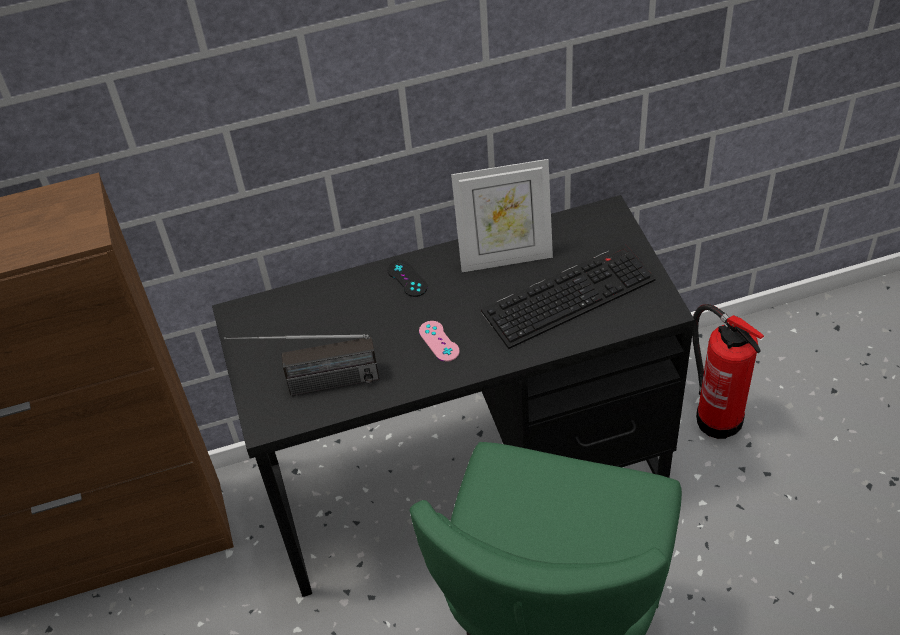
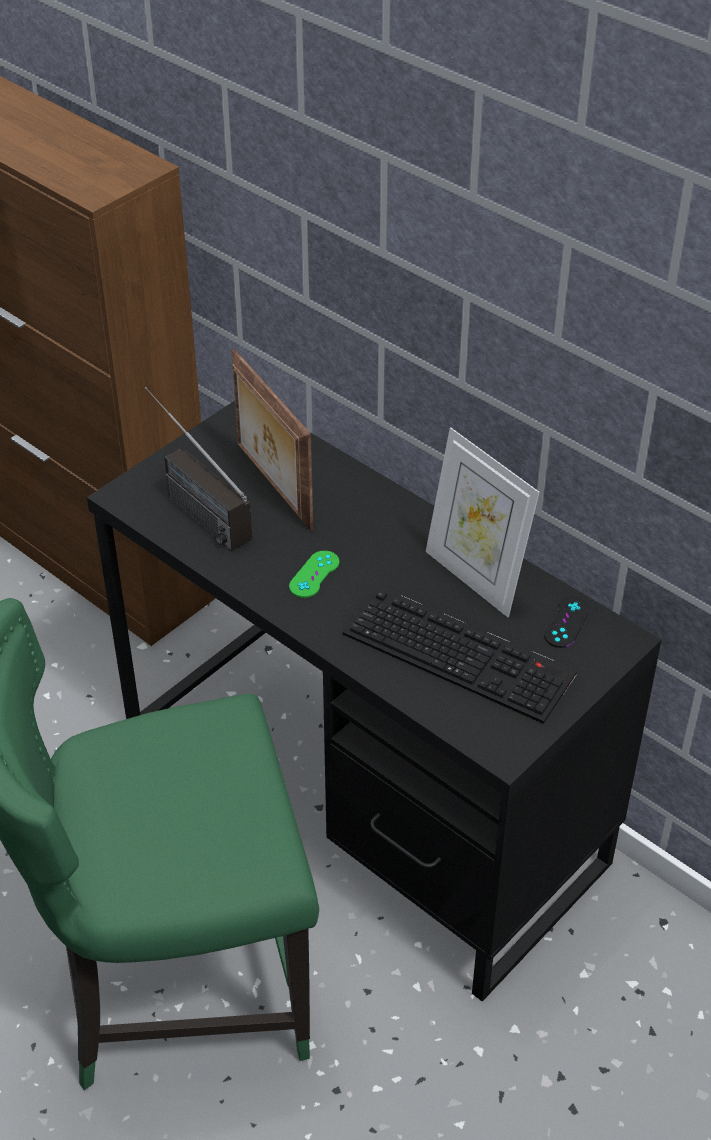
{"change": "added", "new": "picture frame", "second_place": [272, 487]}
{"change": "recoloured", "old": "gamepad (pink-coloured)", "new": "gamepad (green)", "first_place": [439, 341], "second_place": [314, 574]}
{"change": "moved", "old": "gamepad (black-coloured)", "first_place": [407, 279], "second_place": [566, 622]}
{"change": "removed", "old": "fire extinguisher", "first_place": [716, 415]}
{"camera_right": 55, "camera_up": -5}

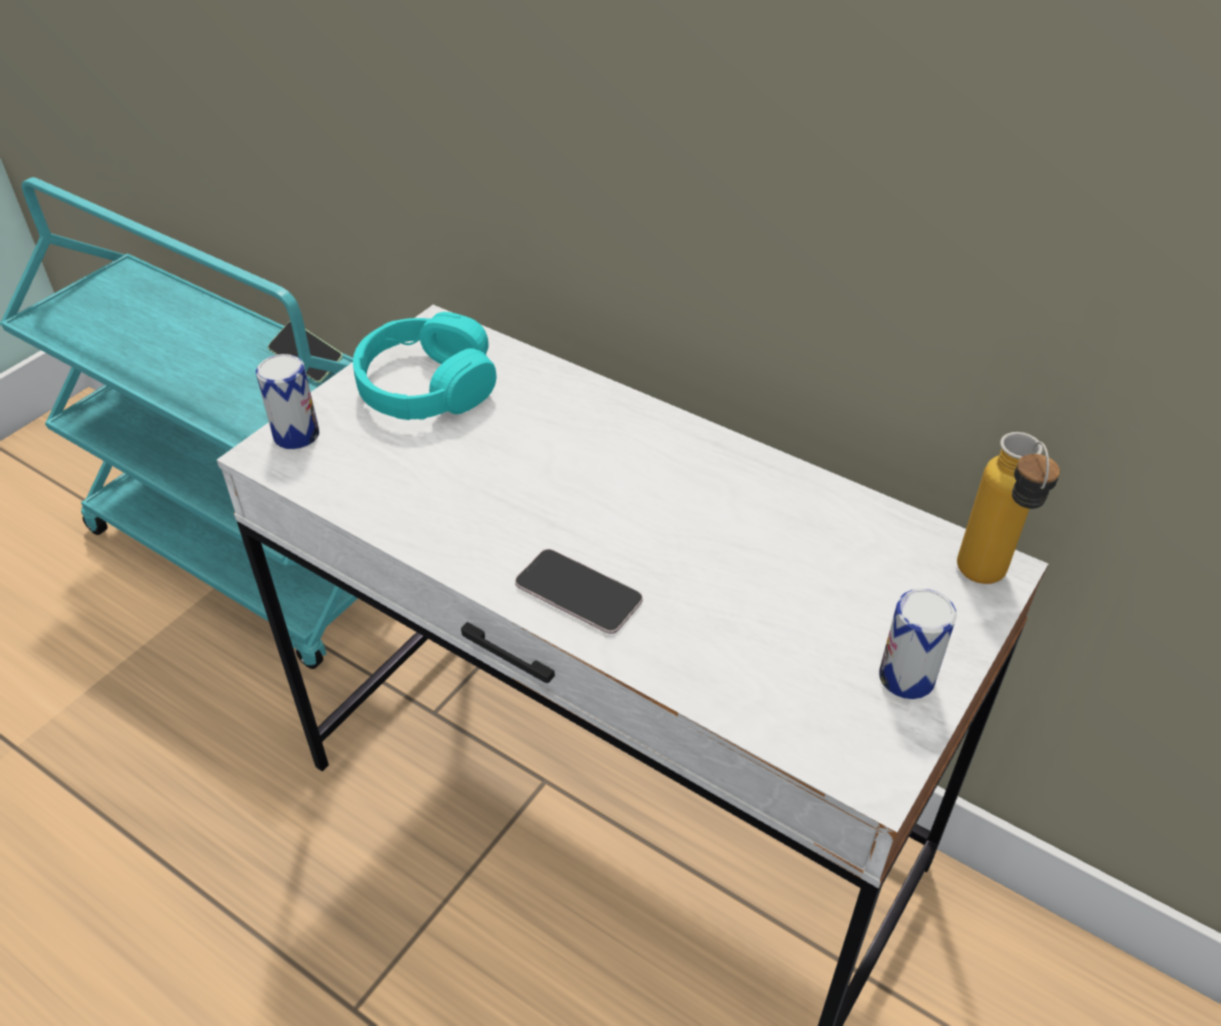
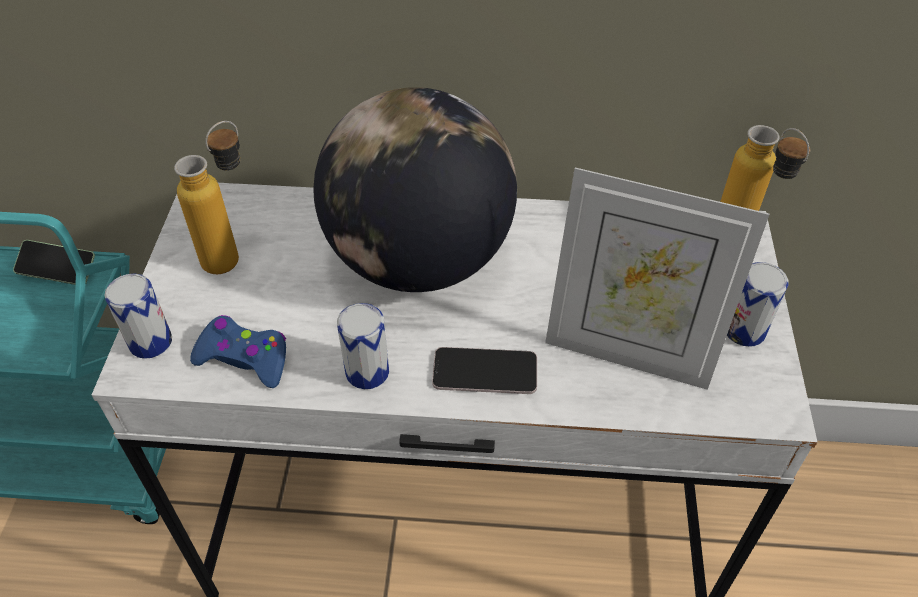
{"change": "replaced", "old": "pair of headphones (turquoise-coloured)", "new": "bottle", "first_place": [426, 387], "second_place": [234, 254]}
{"change": "added", "new": "gamepad (blue-coloured)", "second_place": [244, 358]}
{"change": "added", "new": "world globe", "second_place": [419, 259]}
{"change": "added", "new": "can", "second_place": [367, 371]}
{"change": "added", "new": "picture frame", "second_place": [628, 352]}
{"camera_right": -30, "camera_up": 5}

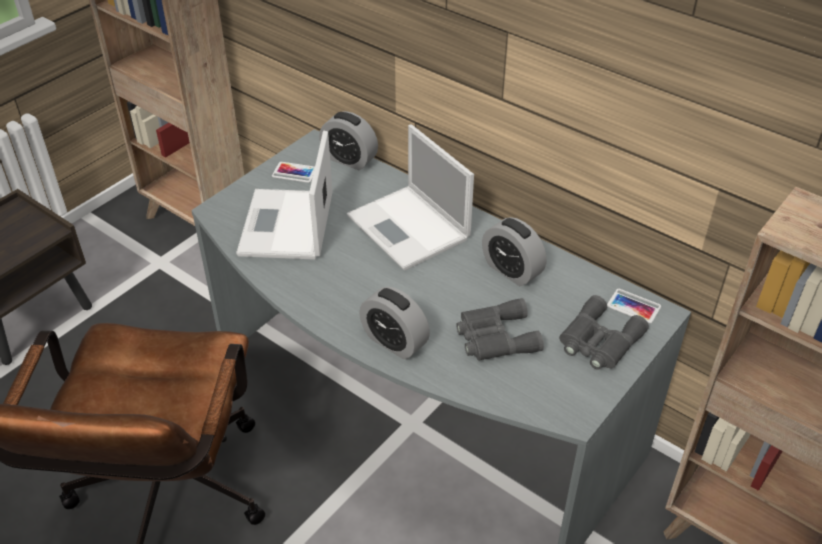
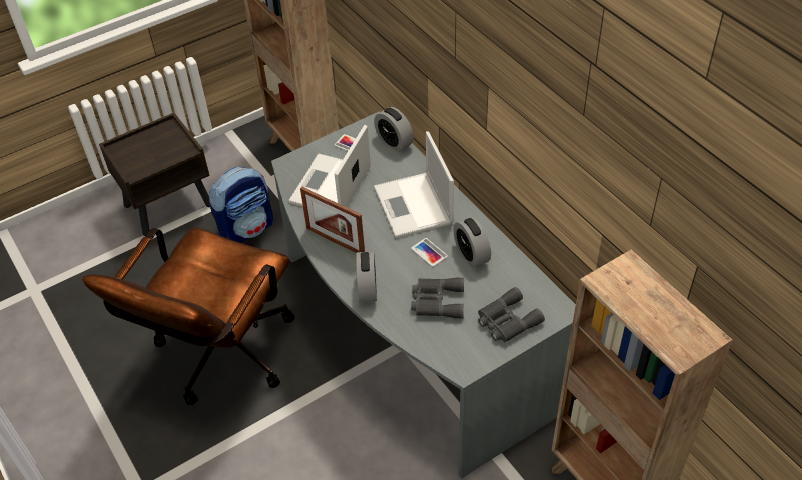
{"change": "added", "new": "knapsack", "second_place": [246, 229]}
{"change": "added", "new": "picture frame", "second_place": [335, 241]}
{"change": "turned", "old": "bedside clock", "first_place": [394, 342], "second_place": [367, 288], "degrees": -150}
{"change": "moved", "old": "telephone", "first_place": [633, 306], "second_place": [429, 252]}
{"camera_right": 20, "camera_up": 5}

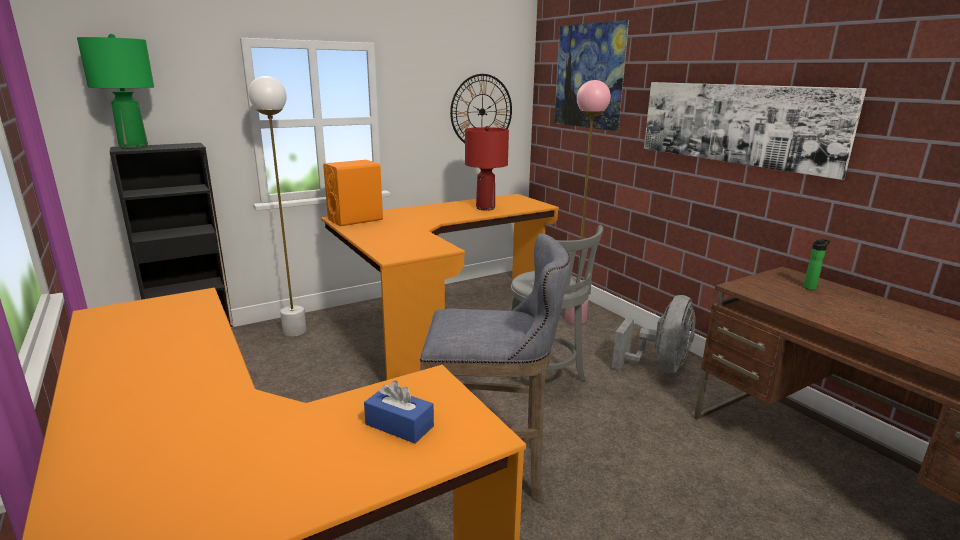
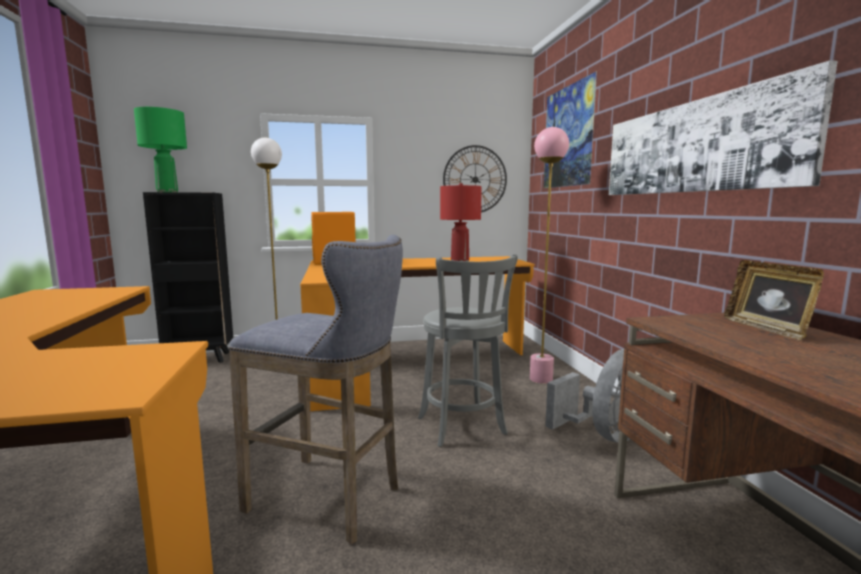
{"change": "replaced", "old": "bottle", "new": "picture frame", "first_place": [811, 287], "second_place": [767, 329]}
{"change": "removed", "old": "box of tissues (blue-coloured)", "first_place": [399, 425]}
{"camera_right": 20, "camera_up": -10}

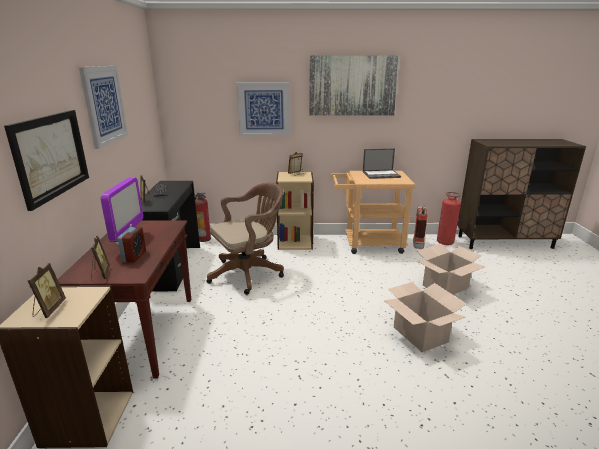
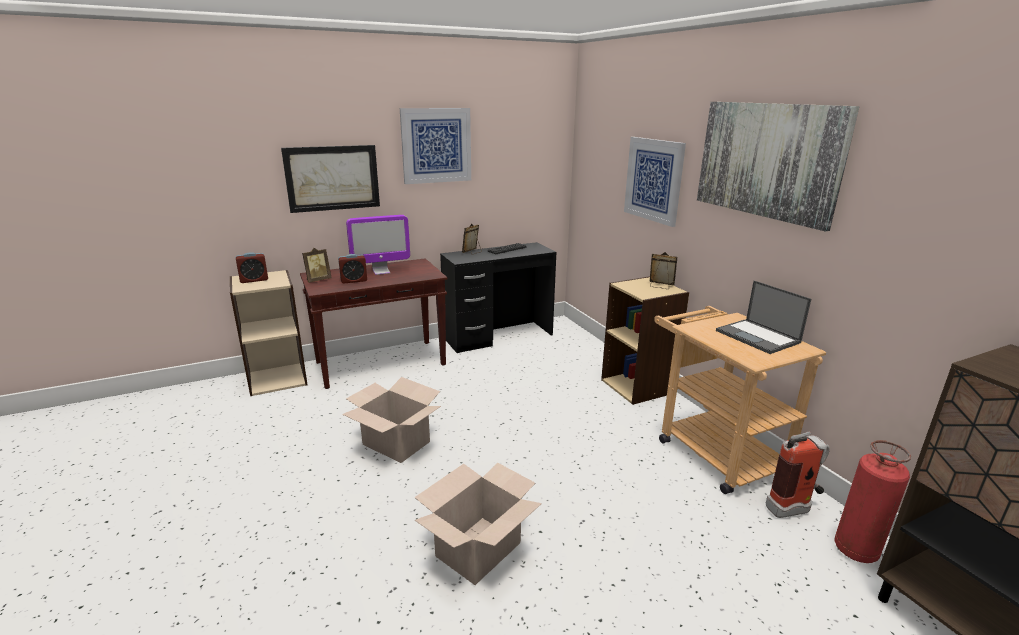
{"change": "replaced", "old": "picture frame", "new": "bedside clock", "first_place": [49, 309], "second_place": [254, 280]}
{"change": "moved", "old": "carton", "first_place": [445, 286], "second_place": [397, 443]}
{"change": "removed", "old": "fire extinguisher", "first_place": [204, 239]}
{"change": "removed", "old": "desk chair (brown-coloured)", "first_place": [249, 273]}
{"camera_right": 65, "camera_up": 0}

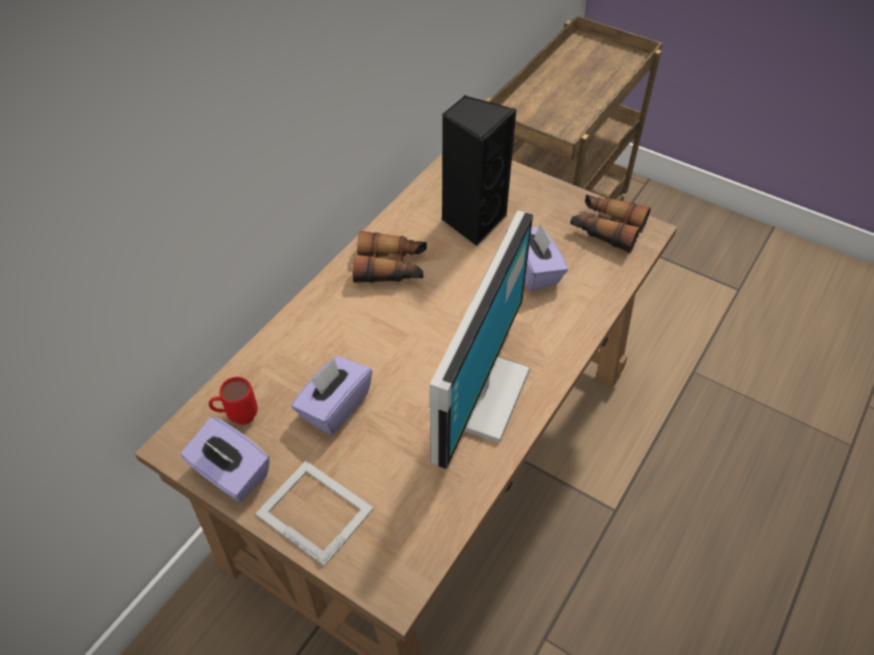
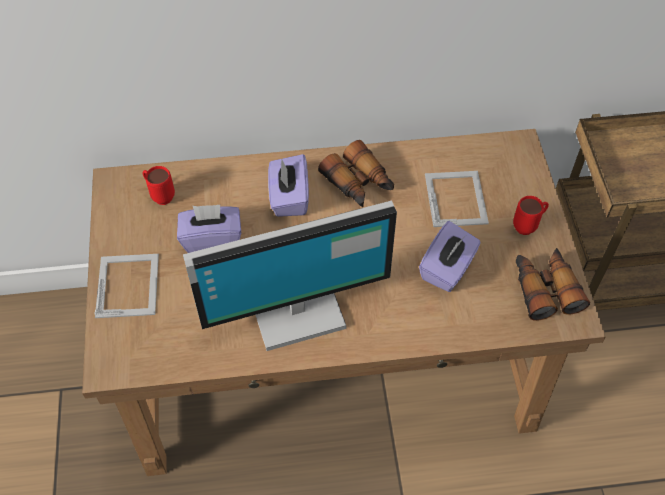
{"change": "moved", "old": "box of tissues (purple)", "first_place": [231, 474], "second_place": [289, 198]}
{"change": "replaced", "old": "speaker (black-coloured)", "new": "picture frame", "first_place": [472, 220], "second_place": [456, 198]}
{"change": "added", "new": "coffee mug (reddish)", "second_place": [528, 226]}
{"camera_right": 50, "camera_up": 5}

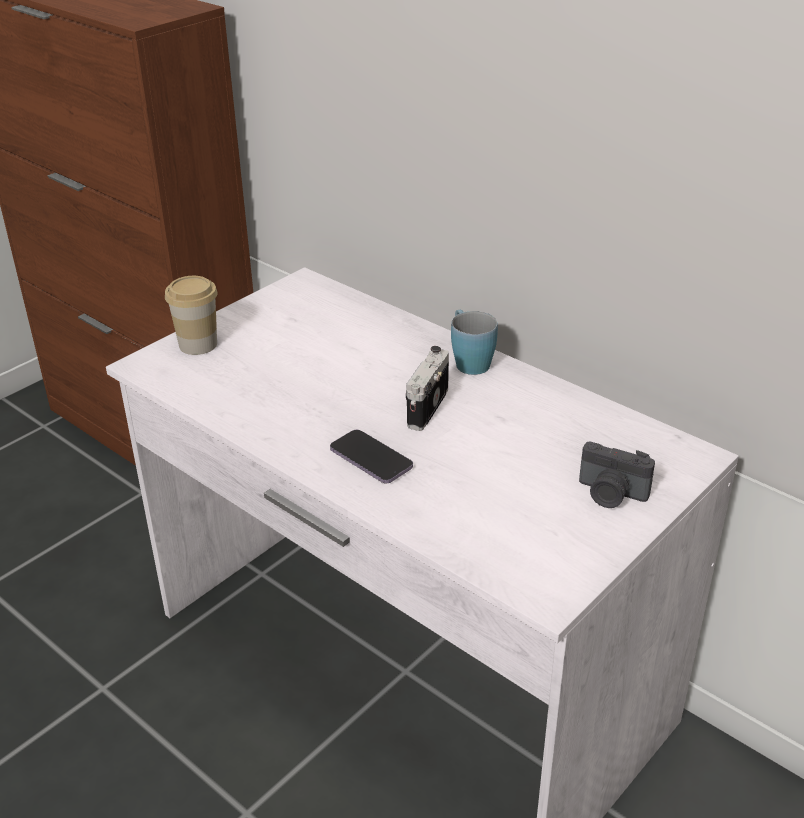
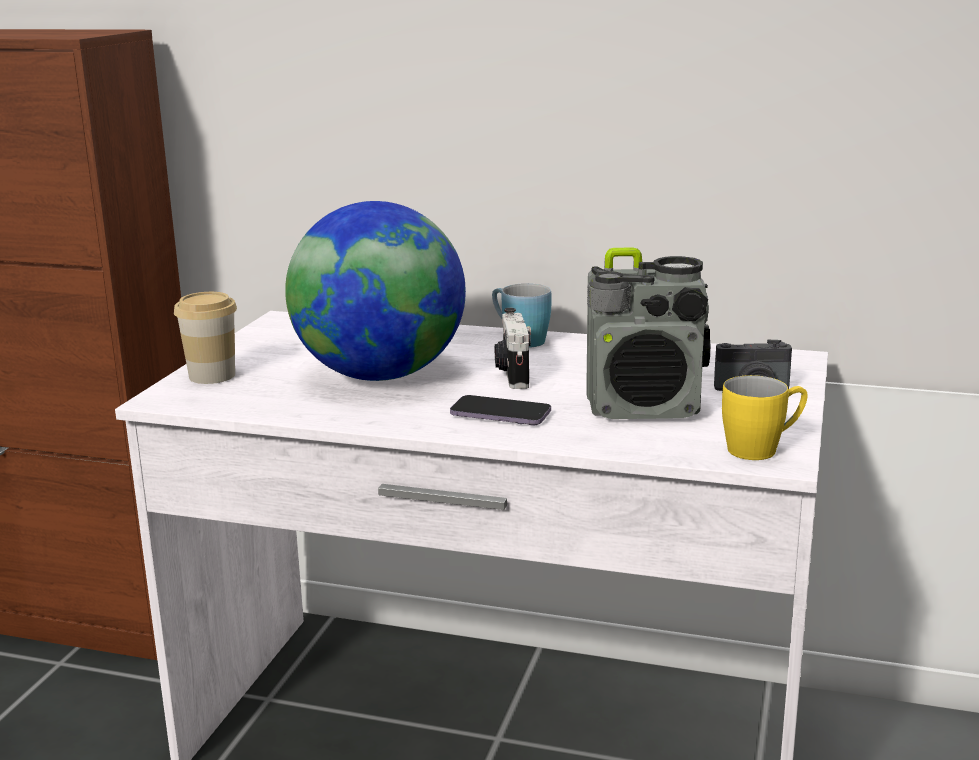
{"change": "added", "new": "world globe", "second_place": [380, 375]}
{"change": "added", "new": "radio set", "second_place": [645, 408]}
{"change": "added", "new": "coffee mug (yellow)", "second_place": [762, 448]}
{"camera_right": -25, "camera_up": -15}

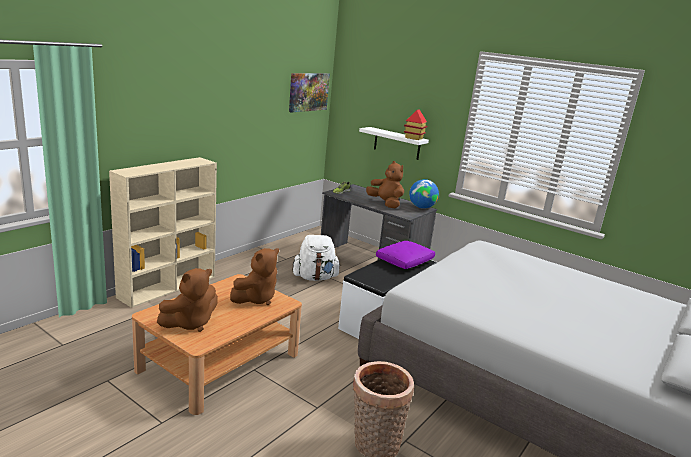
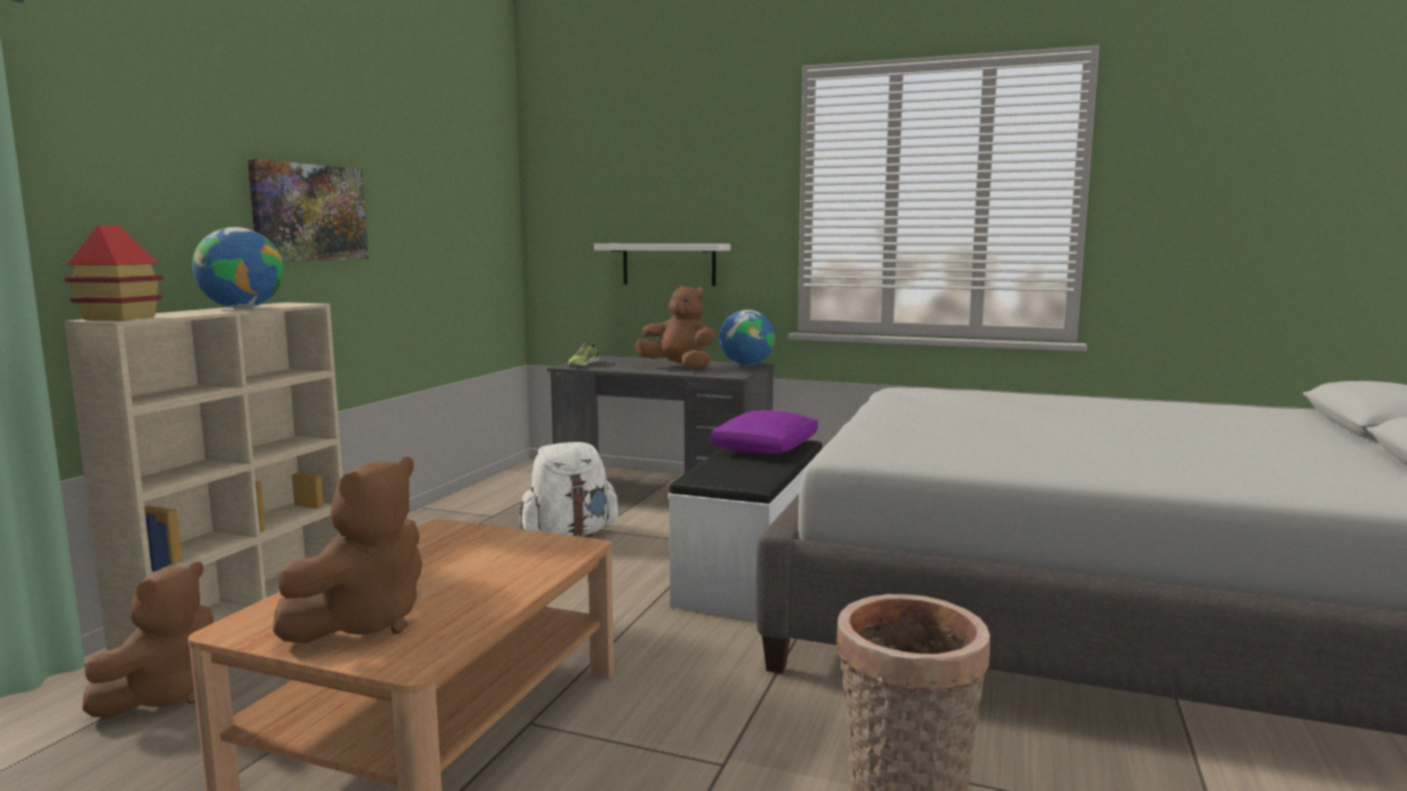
{"change": "moved", "old": "model house", "first_place": [413, 138], "second_place": [119, 318]}
{"change": "moved", "old": "cuddly toy (brown-coloured)", "first_place": [256, 299], "second_place": [164, 695]}
{"change": "added", "new": "world globe", "second_place": [242, 308]}
{"change": "moved", "old": "wall picture", "first_place": [308, 92], "second_place": [309, 212]}
{"camera_right": -15, "camera_up": -10}

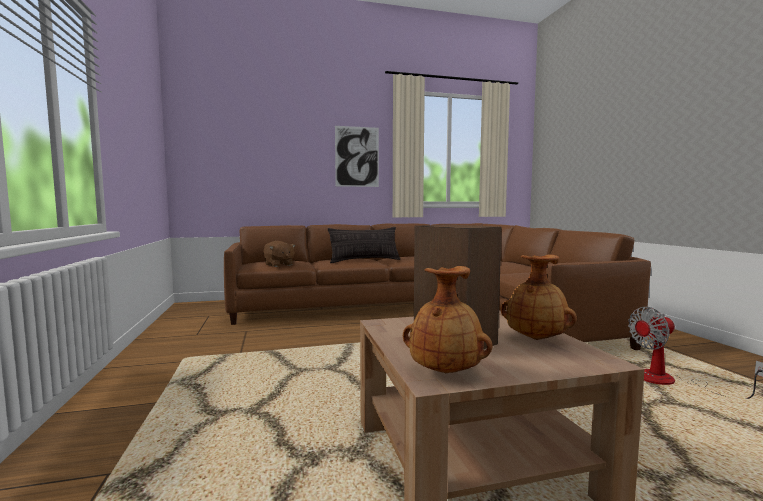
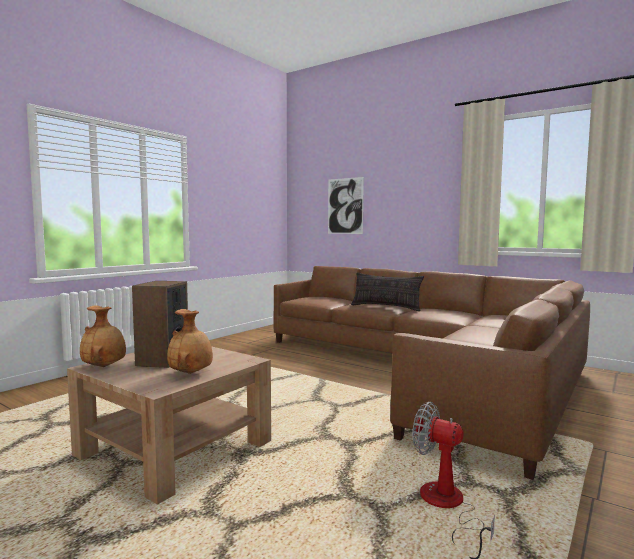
{"change": "moved", "old": "wall picture", "first_place": [357, 156], "second_place": [345, 206]}
{"change": "removed", "old": "cuddly toy (brown-coloured)", "first_place": [279, 265]}
{"camera_right": 50, "camera_up": 0}

